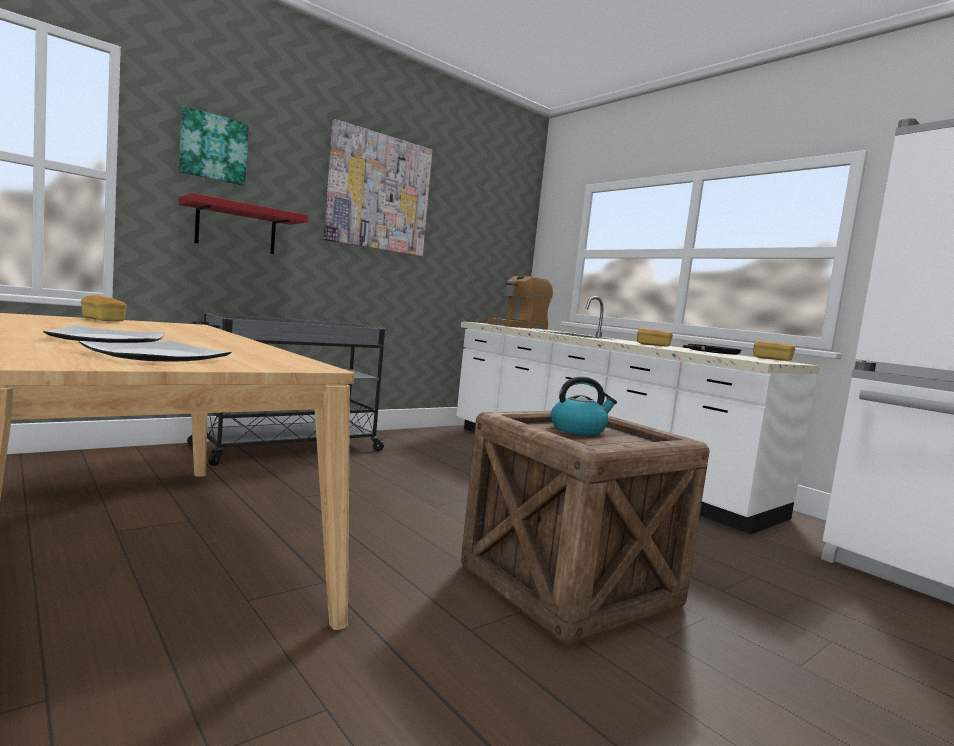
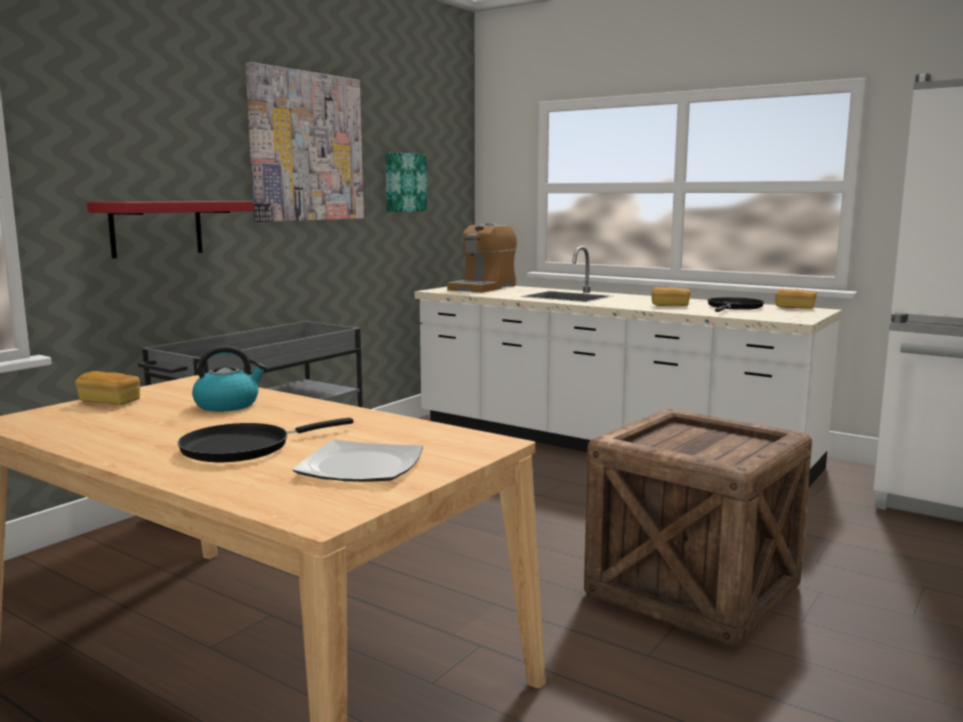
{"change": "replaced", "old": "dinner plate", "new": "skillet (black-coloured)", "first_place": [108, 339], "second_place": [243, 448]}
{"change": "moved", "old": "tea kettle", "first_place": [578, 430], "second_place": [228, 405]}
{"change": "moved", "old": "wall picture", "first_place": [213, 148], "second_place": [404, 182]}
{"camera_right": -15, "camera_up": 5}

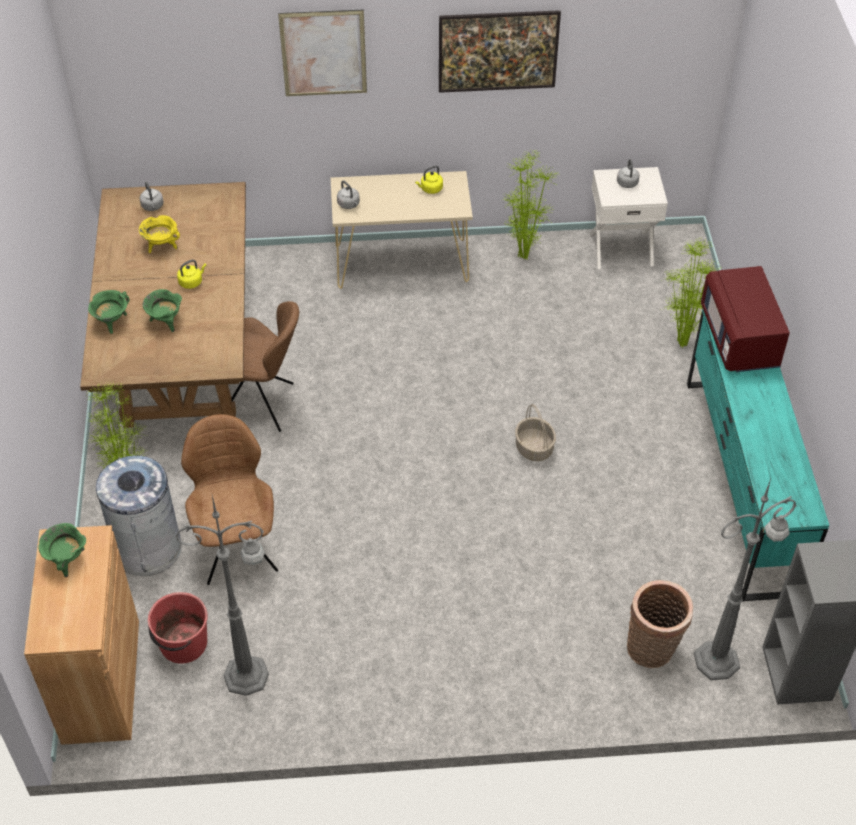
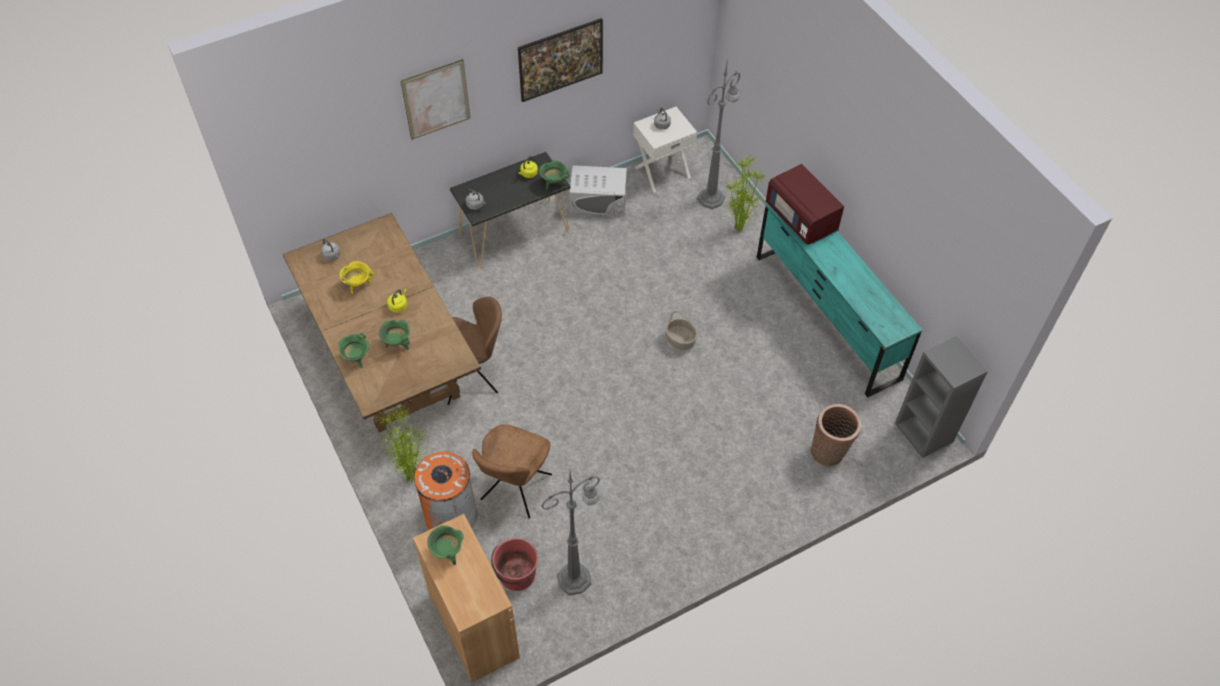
{"change": "recoloured", "old": "waste bin (greyish)", "new": "waste bin (orange-coloured)", "first_place": [148, 548], "second_place": [451, 515]}
{"change": "recoloured", "old": "console table (beige)", "new": "console table (black-coloured)", "first_place": [402, 263], "second_place": [514, 233]}
{"change": "turned", "old": "chair (brown-coloured)", "first_place": [237, 546], "second_place": [515, 489], "degrees": -120}
{"change": "added", "new": "cooking pot (green)", "second_place": [554, 183]}
{"change": "replaced", "old": "plant in a pot", "new": "microwave (white)", "first_place": [523, 258], "second_place": [598, 201]}
{"change": "moved", "old": "standing lamp (greyish)", "first_place": [719, 660], "second_place": [712, 197]}
{"camera_right": -25, "camera_up": 5}

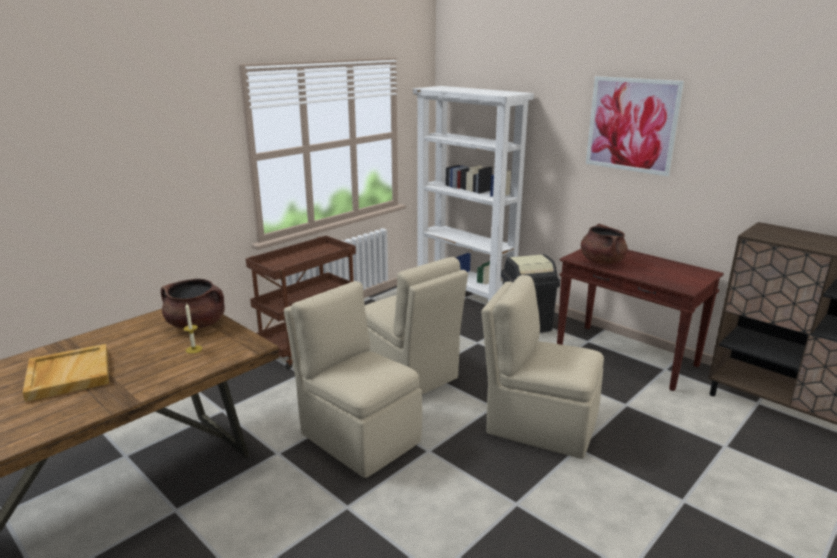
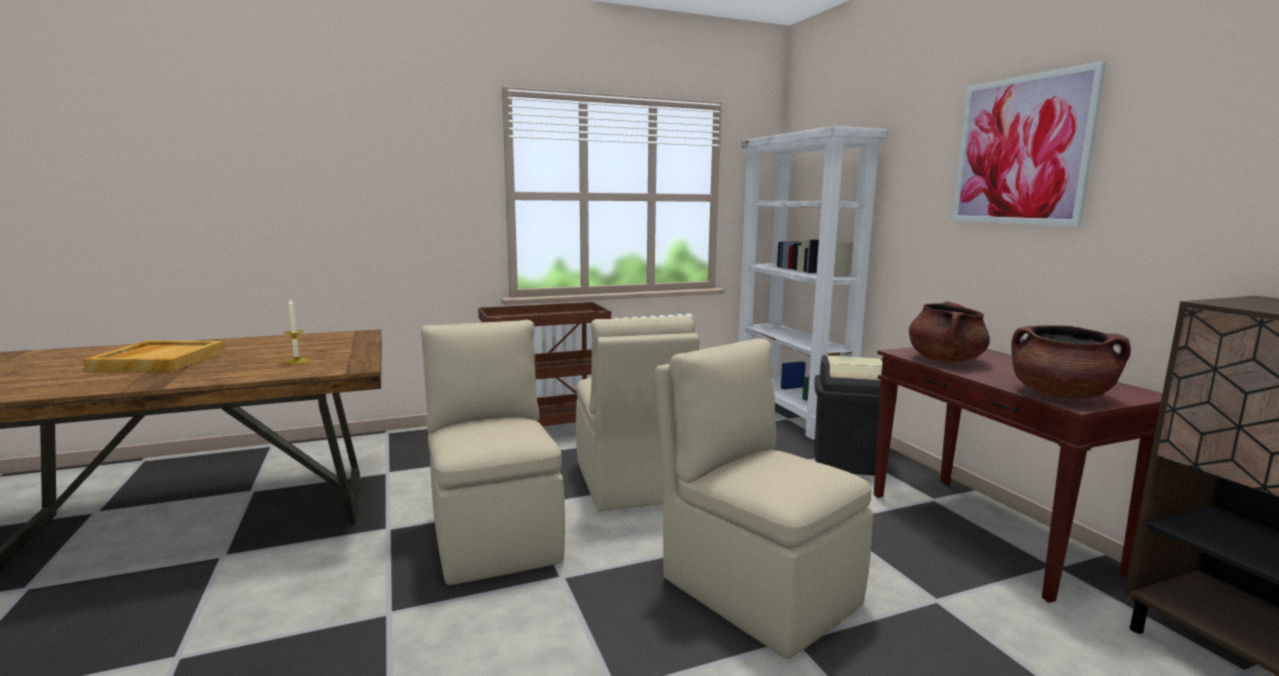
{"change": "moved", "old": "cooking pot (brown-coloured)", "first_place": [196, 324], "second_place": [1060, 395]}
{"camera_right": 25, "camera_up": -10}

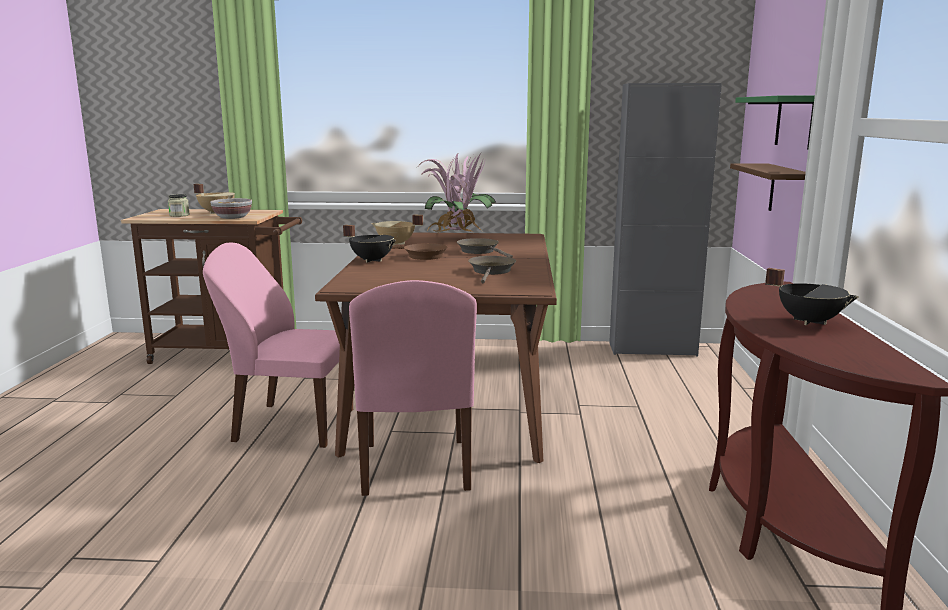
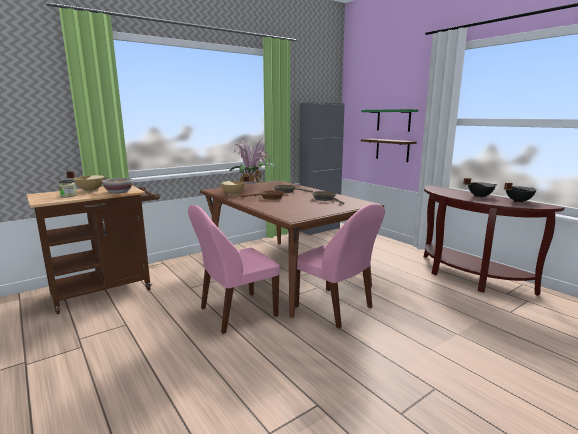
{"change": "moved", "old": "cooking pot (black-coloured)", "first_place": [372, 260], "second_place": [518, 201]}
{"camera_right": -40, "camera_up": 0}

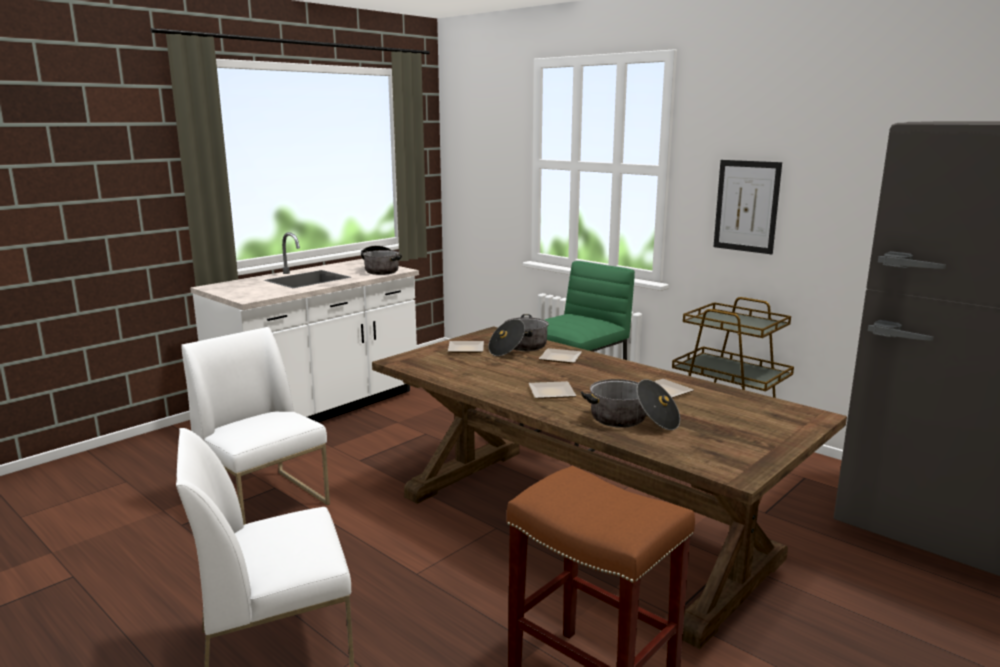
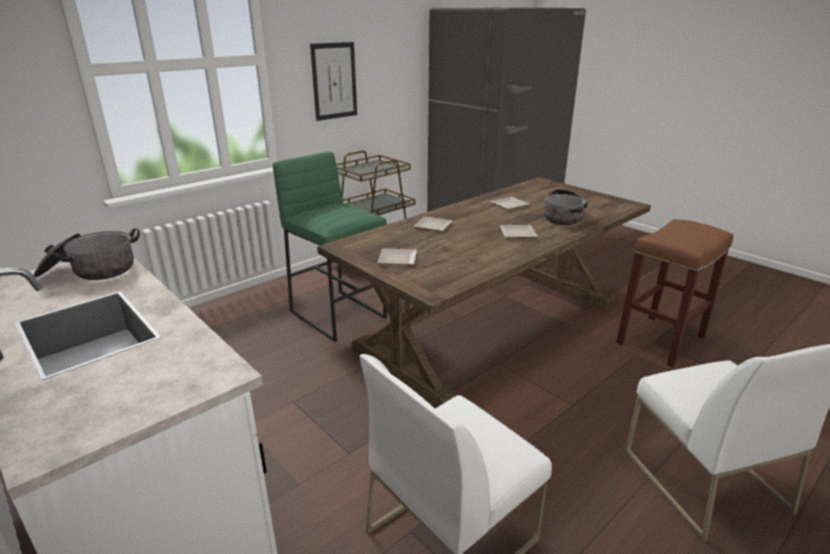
{"change": "removed", "old": "cooking pot", "first_place": [518, 348]}
{"camera_right": -85, "camera_up": 10}

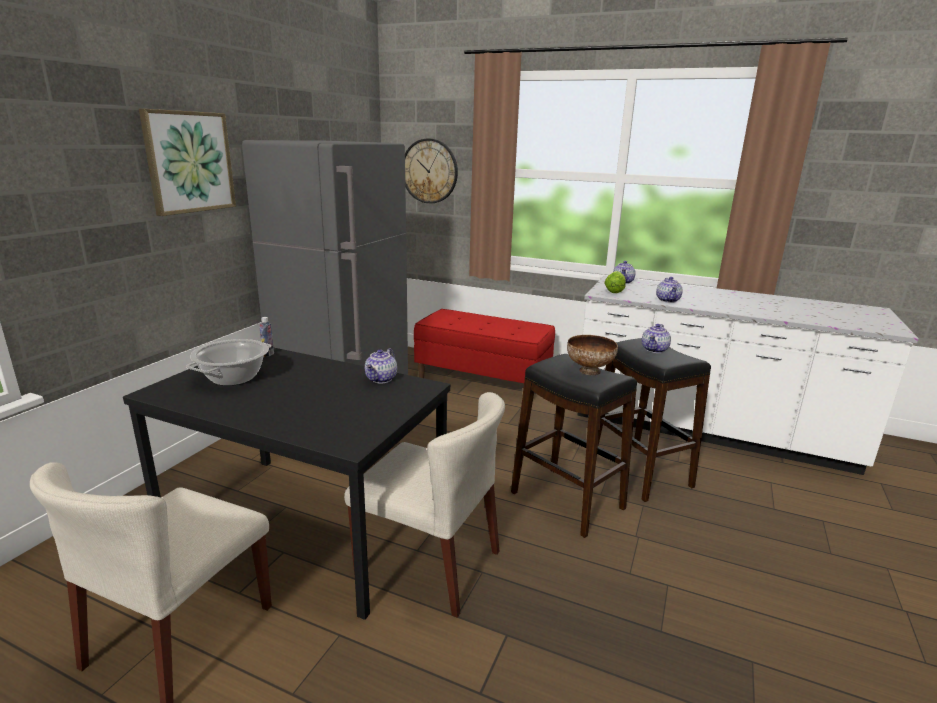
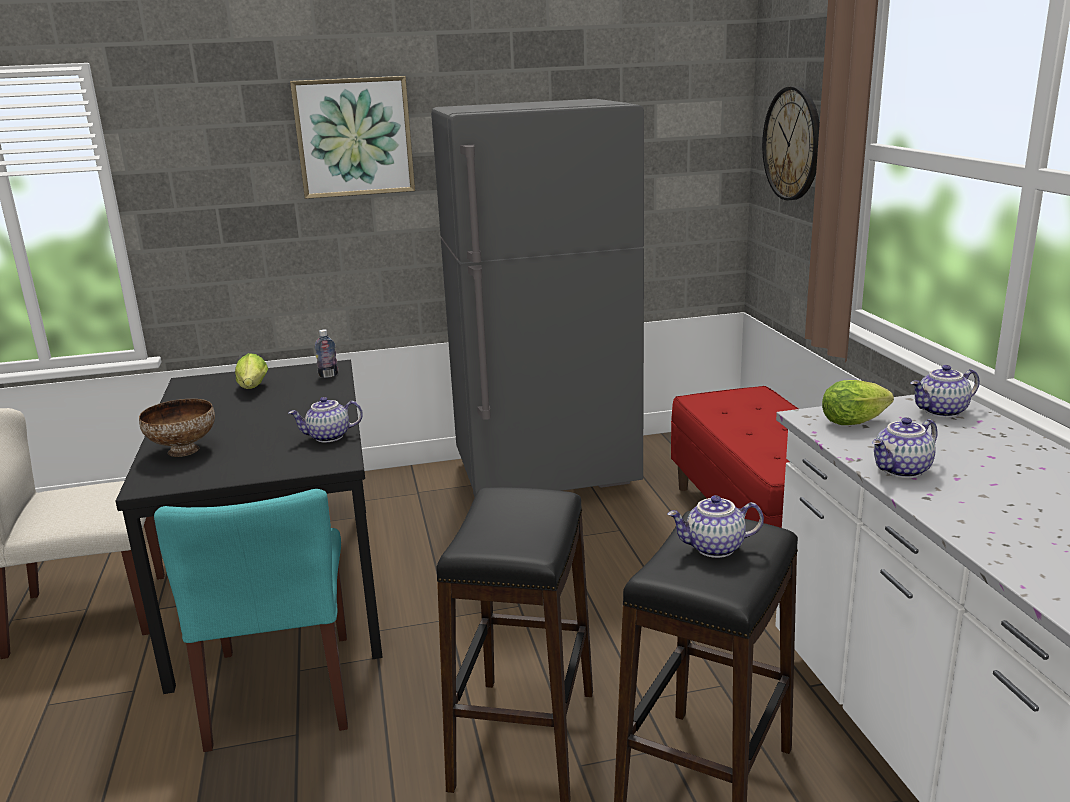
{"change": "moved", "old": "deep dish", "first_place": [589, 370], "second_place": [184, 450]}
{"change": "recoloured", "old": "chair (beige)", "new": "chair (turquoise-coloured)", "first_place": [430, 563], "second_place": [282, 690]}
{"change": "replaced", "old": "cooking pot", "new": "head of lettuce", "first_place": [233, 378], "second_place": [253, 389]}
{"camera_right": 55, "camera_up": 0}

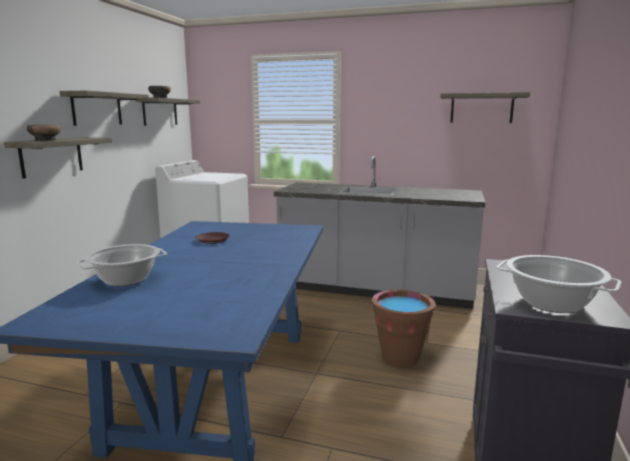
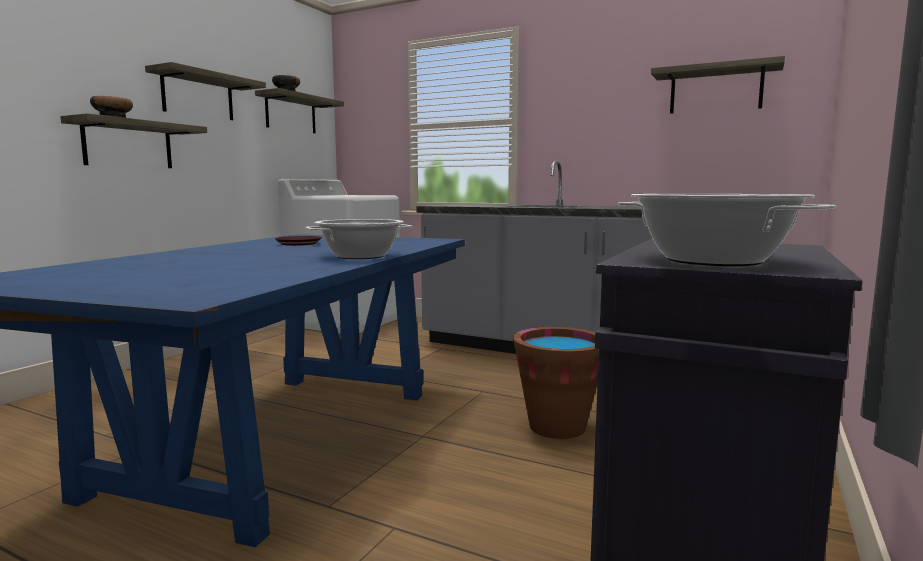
{"change": "moved", "old": "cooking pot", "first_place": [126, 279], "second_place": [360, 256]}
{"camera_right": 10, "camera_up": -5}

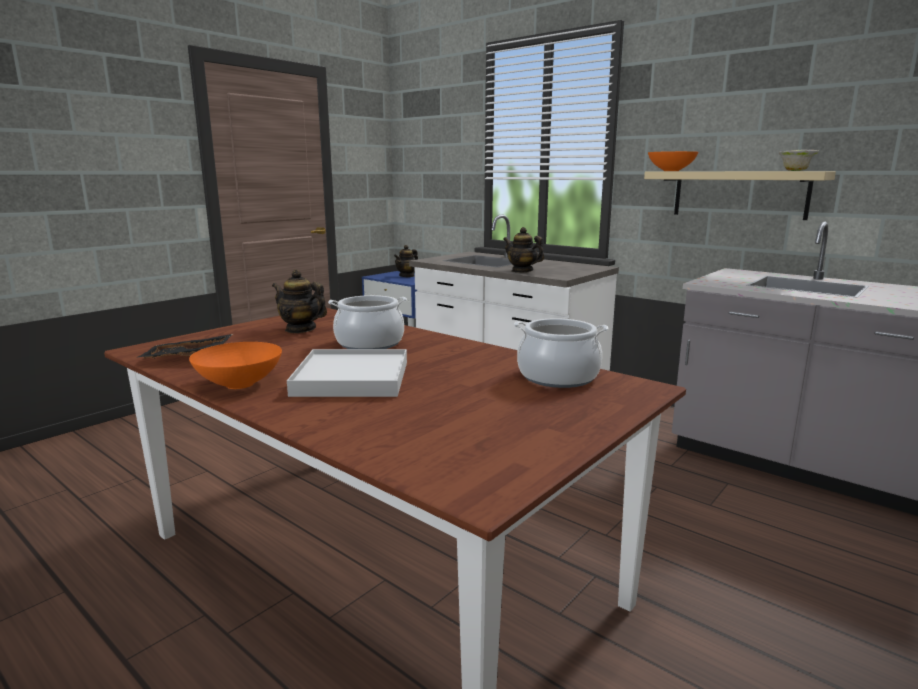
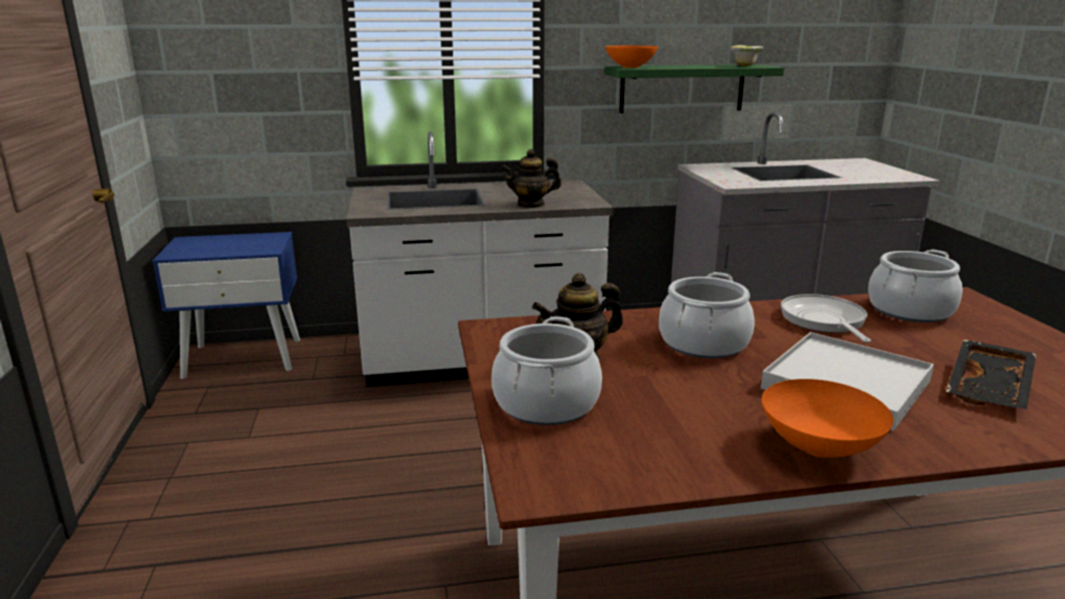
{"change": "added", "new": "cooking pot", "second_place": [546, 403]}
{"change": "recoloured", "old": "shelf (beige)", "new": "shelf (green)", "first_place": [739, 194], "second_place": [682, 88]}
{"change": "added", "new": "skillet", "second_place": [824, 321]}
{"change": "moved", "old": "tray (black-coloured)", "first_place": [187, 358], "second_place": [991, 388]}
{"change": "removed", "old": "teapot", "first_place": [407, 276]}
{"camera_right": -50, "camera_up": 5}

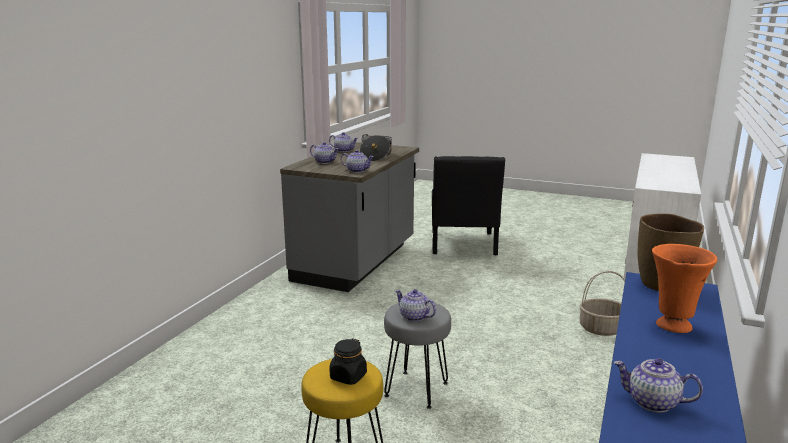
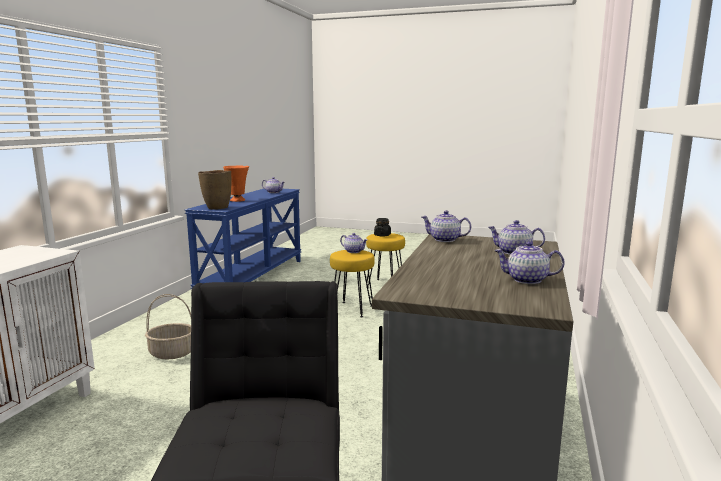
{"change": "recoloured", "old": "stool seat (greyish)", "new": "stool seat (yellow)", "first_place": [417, 390], "second_place": [352, 309]}
{"change": "removed", "old": "cooking pot", "first_place": [376, 156]}
{"camera_right": 175, "camera_up": -5}

